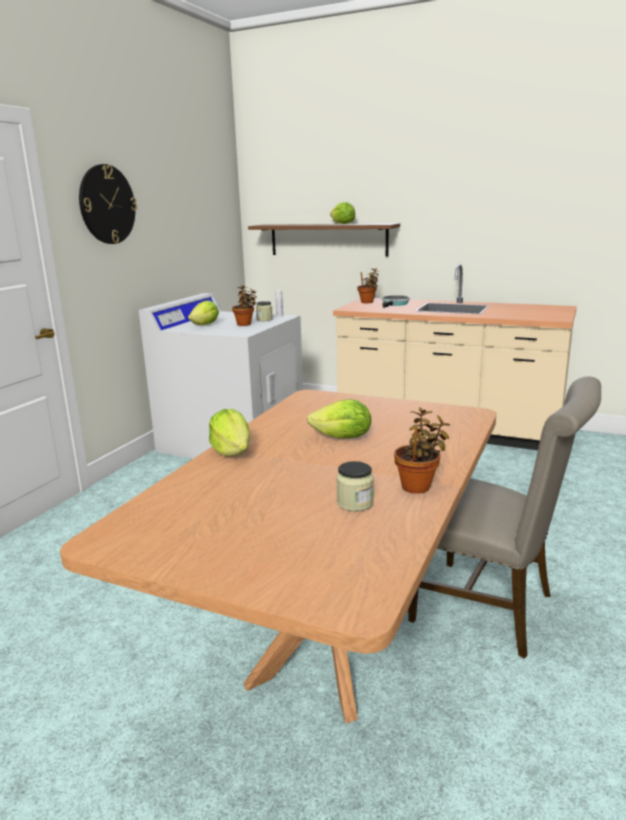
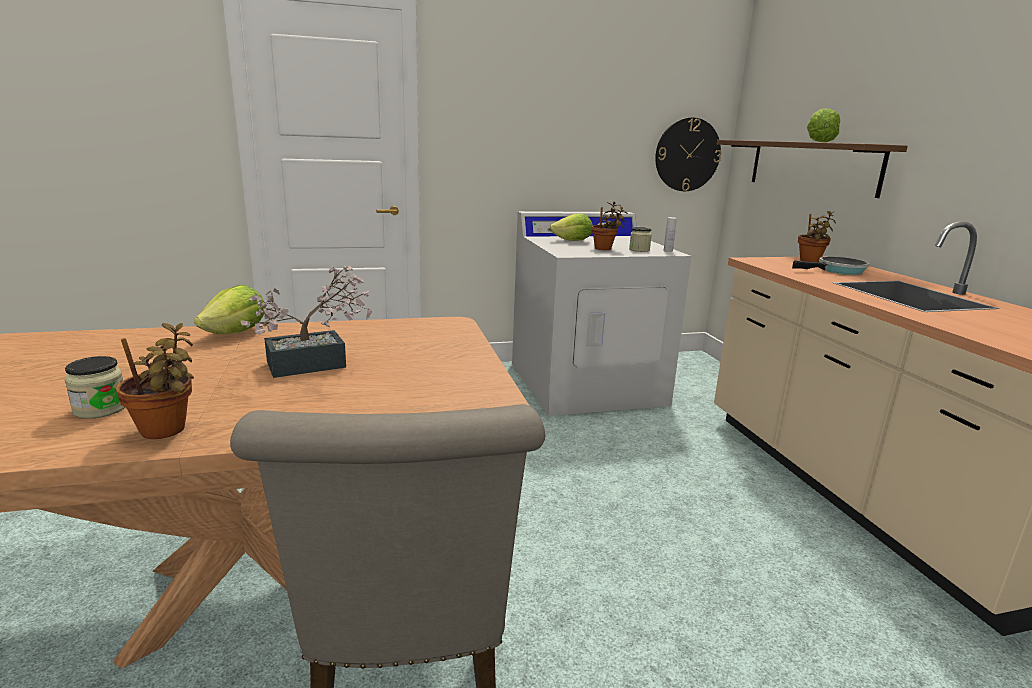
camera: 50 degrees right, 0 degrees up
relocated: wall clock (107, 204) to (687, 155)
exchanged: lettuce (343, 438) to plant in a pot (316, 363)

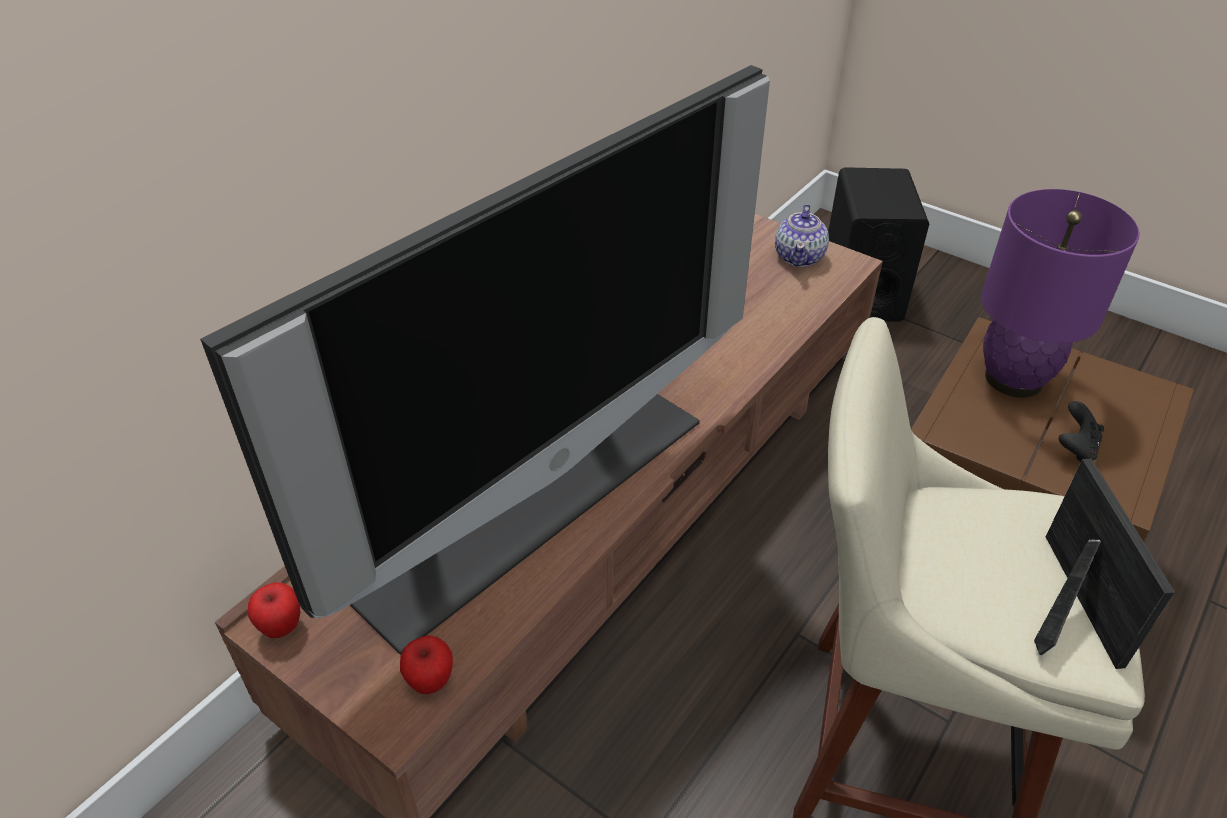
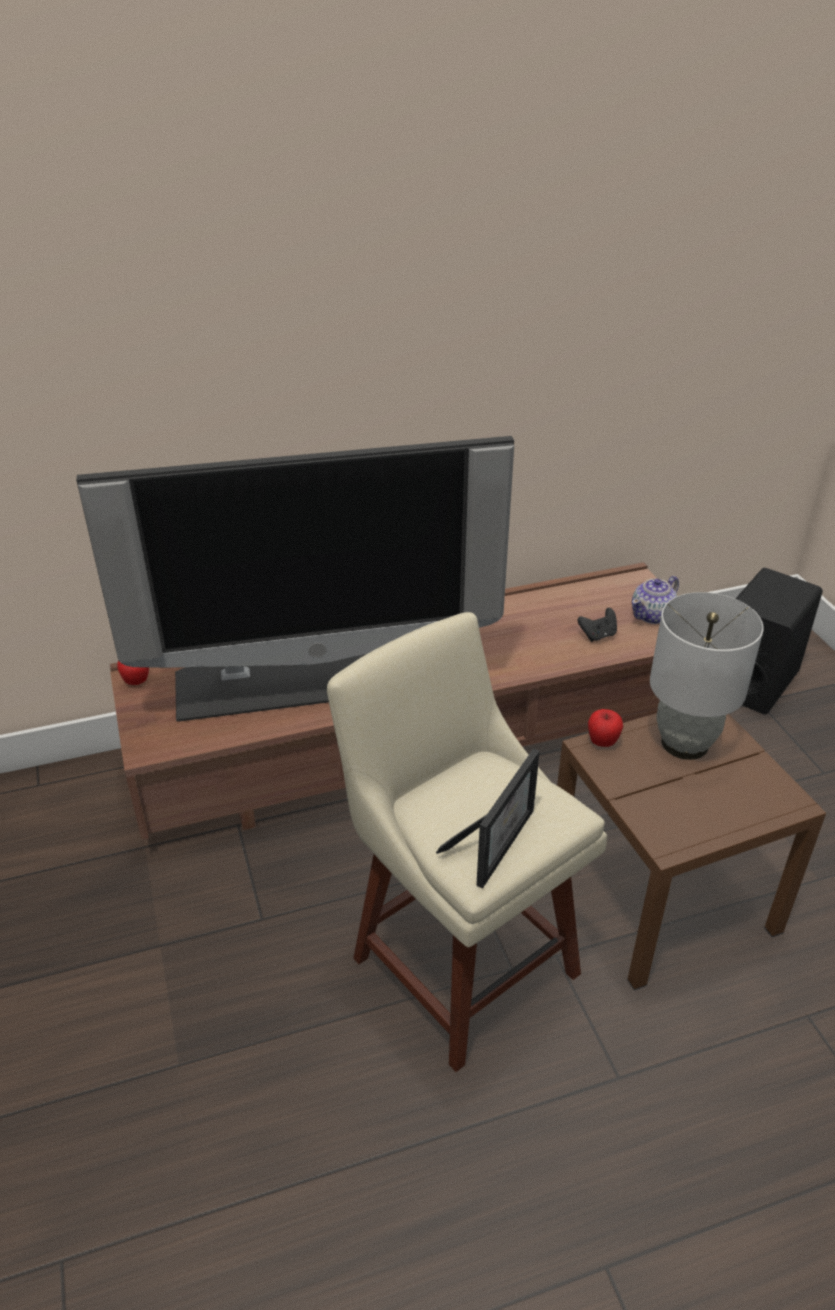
camera: 35 degrees right, 5 degrees down
relocated: whole apple (430, 681) to (602, 742); game controller (blackish) (1075, 448) to (598, 635)
colour: tabletop lamp (purplish) (1013, 379) to tabletop lamp (whitish) (684, 743)

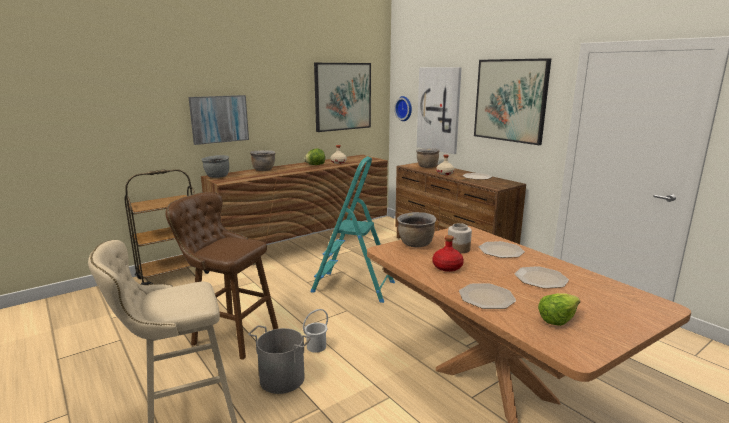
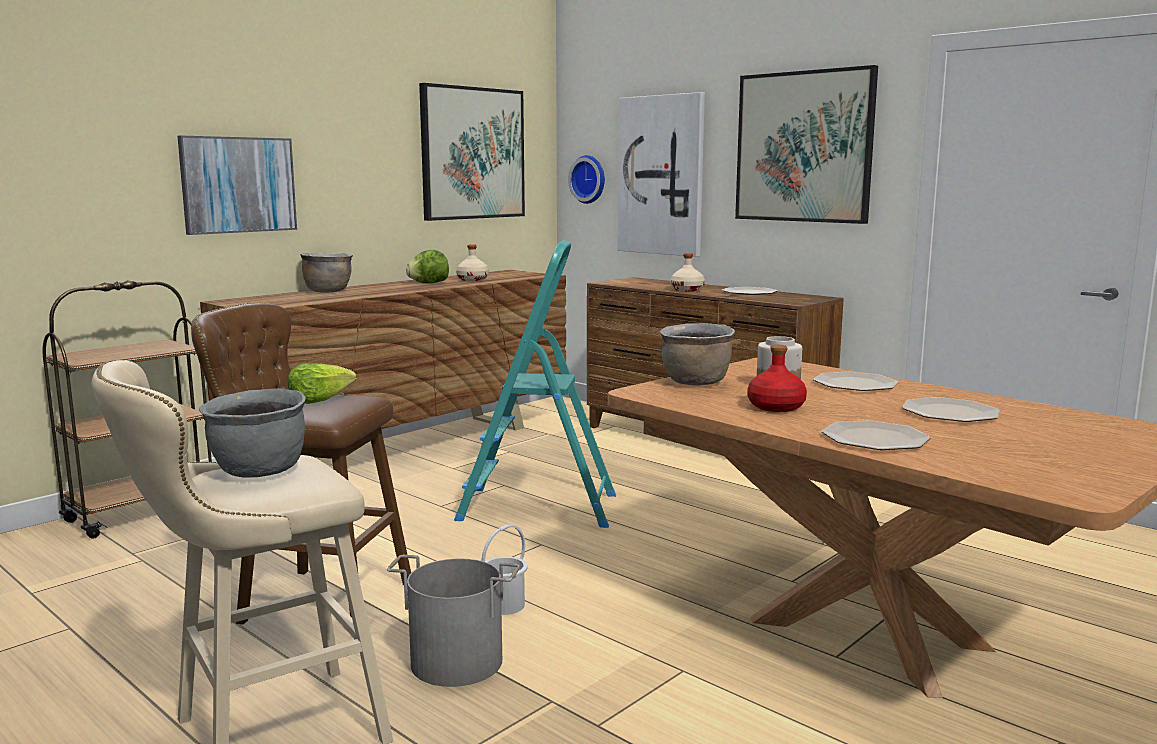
camera: 10 degrees left, 5 degrees down
missing: stockpot (brown) (427, 167)
relocated: stockpot (grey) (217, 177) to (259, 472); lettuce (557, 319) to (320, 400)

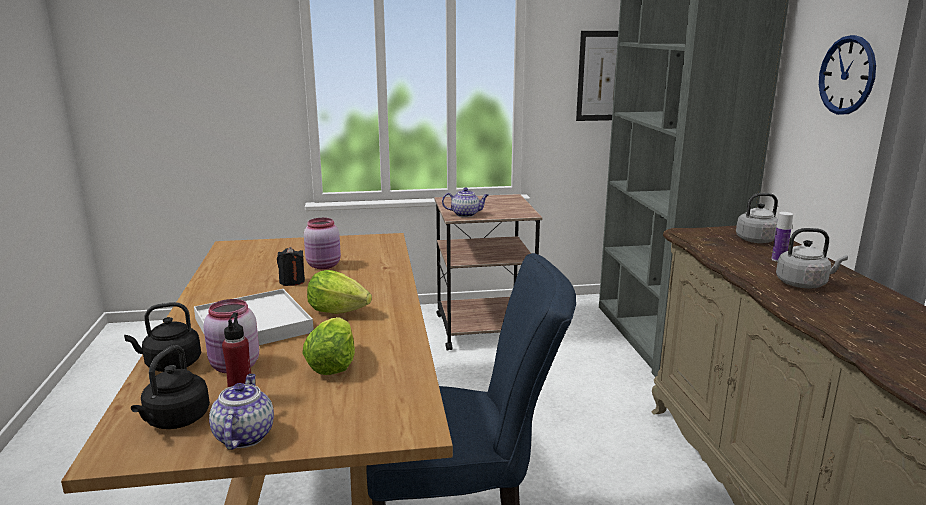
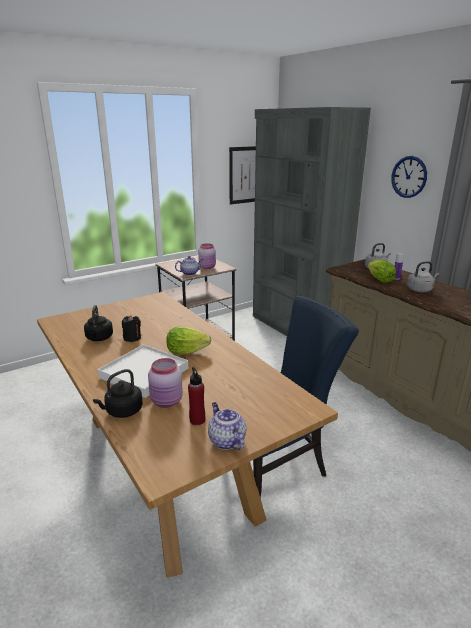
camera: 25 degrees left, 5 degrees up
relocated: tea kettle (blackish) (175, 420) to (99, 338); lettuce (332, 365) to (379, 280); jar (pink) (324, 265) to (208, 267)

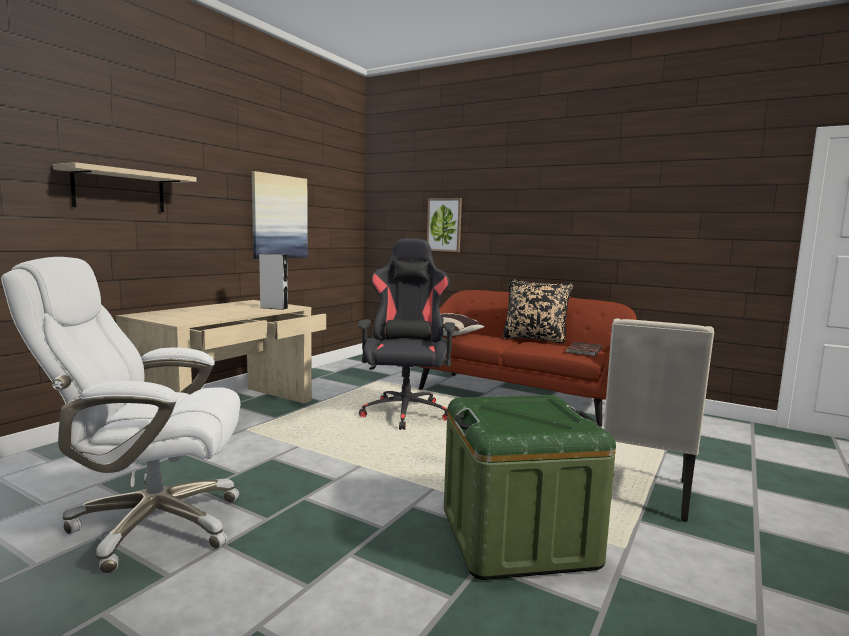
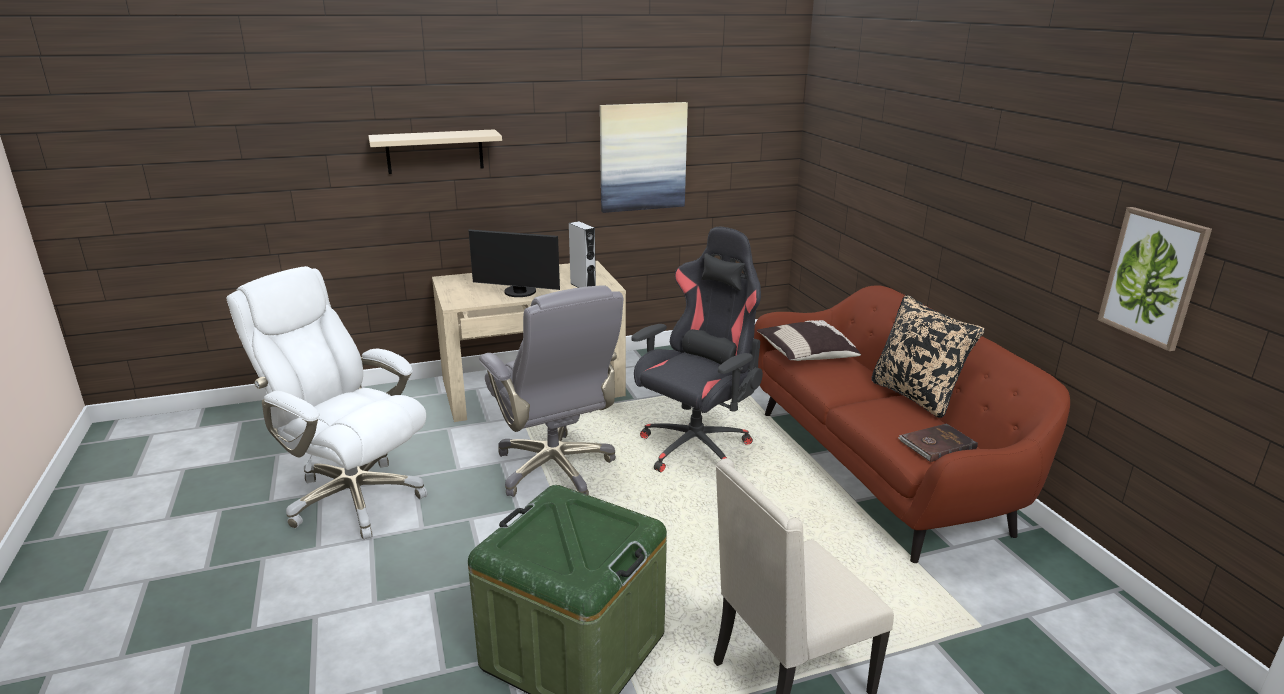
camera: 40 degrees right, 15 degrees up
appeared: computer display (519, 293); computer chair (grey) (555, 472)
relocated: wall picture (444, 225) to (1153, 277)

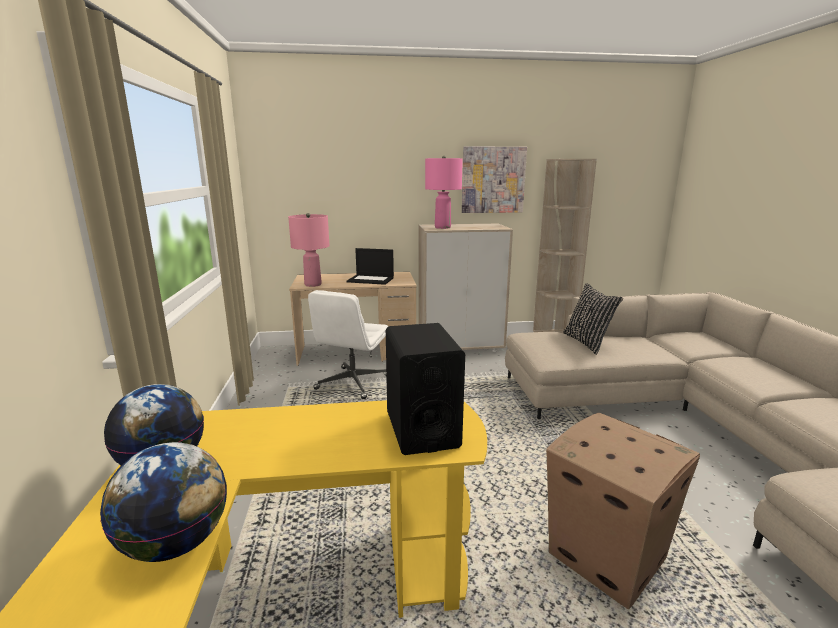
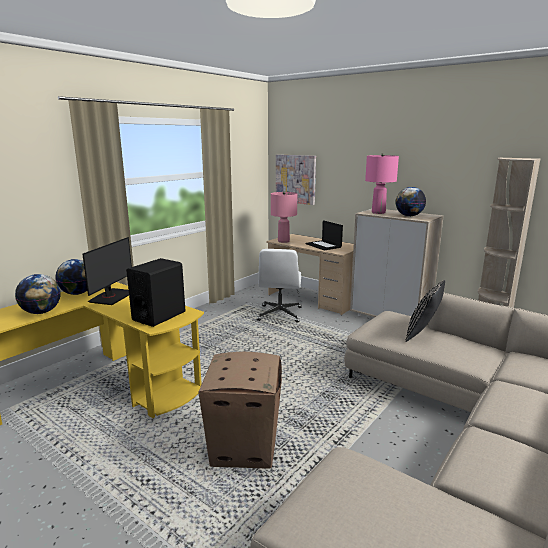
camera: 45 degrees right, 0 degrees up
appeared: computer display (111, 297); globe (409, 216)
relocated: wall picture (493, 180) to (295, 179)
spun: computer chair (whitish) (352, 383) = (280, 314) 60 degrees counterclockwise

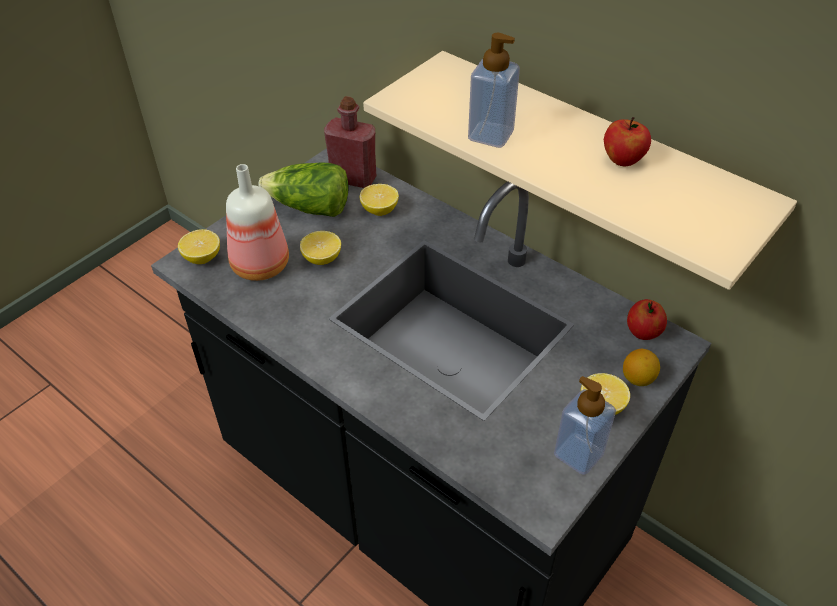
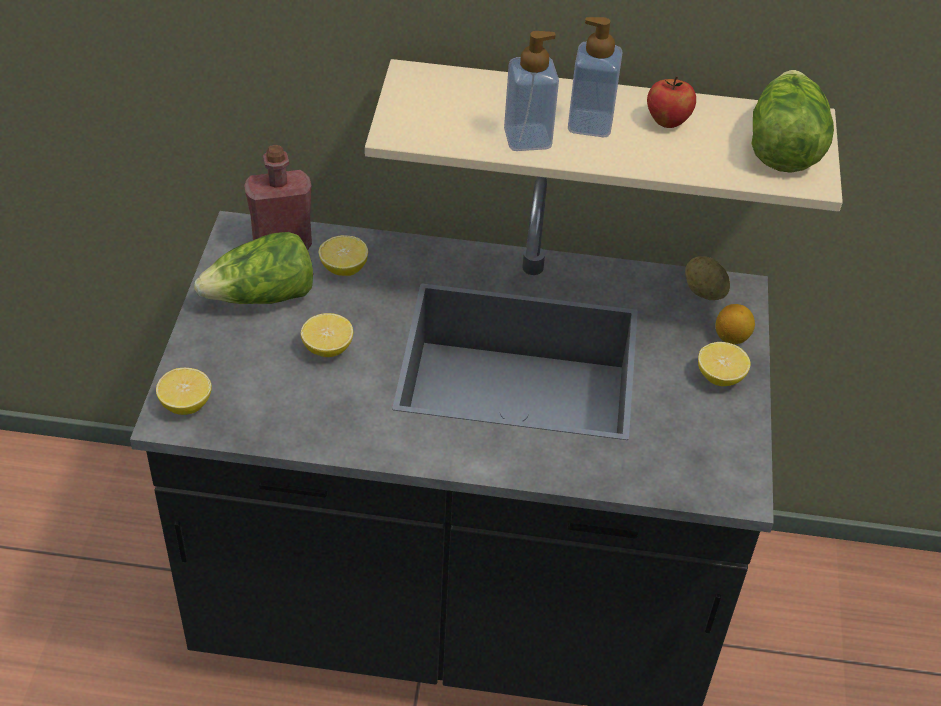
camera: 35 degrees left, 0 degrees up
missing: drink bottle (260, 266)
appeared: lettuce (782, 145)
relocated: soap dispenser (578, 454) to (590, 124)
exchanged: whole apple (643, 333) to spud (704, 292)

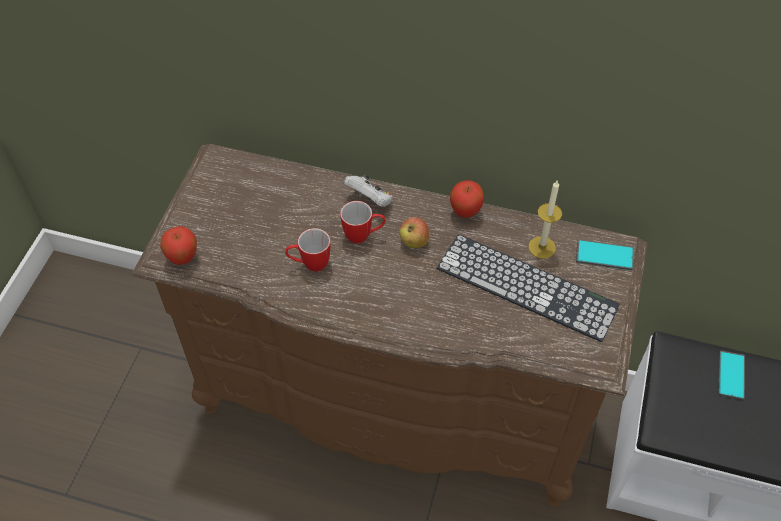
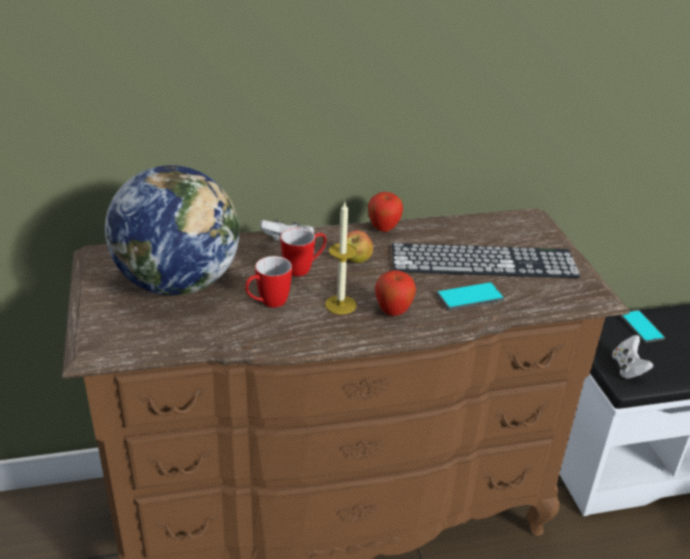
camera: 30 degrees left, 20 degrees down
appeared: globe (179, 283); game controller (whitish) (627, 368)
relocated: whole apple (183, 258) to (393, 312); wax light (542, 247) to (340, 305); telephone (604, 255) to (469, 297)

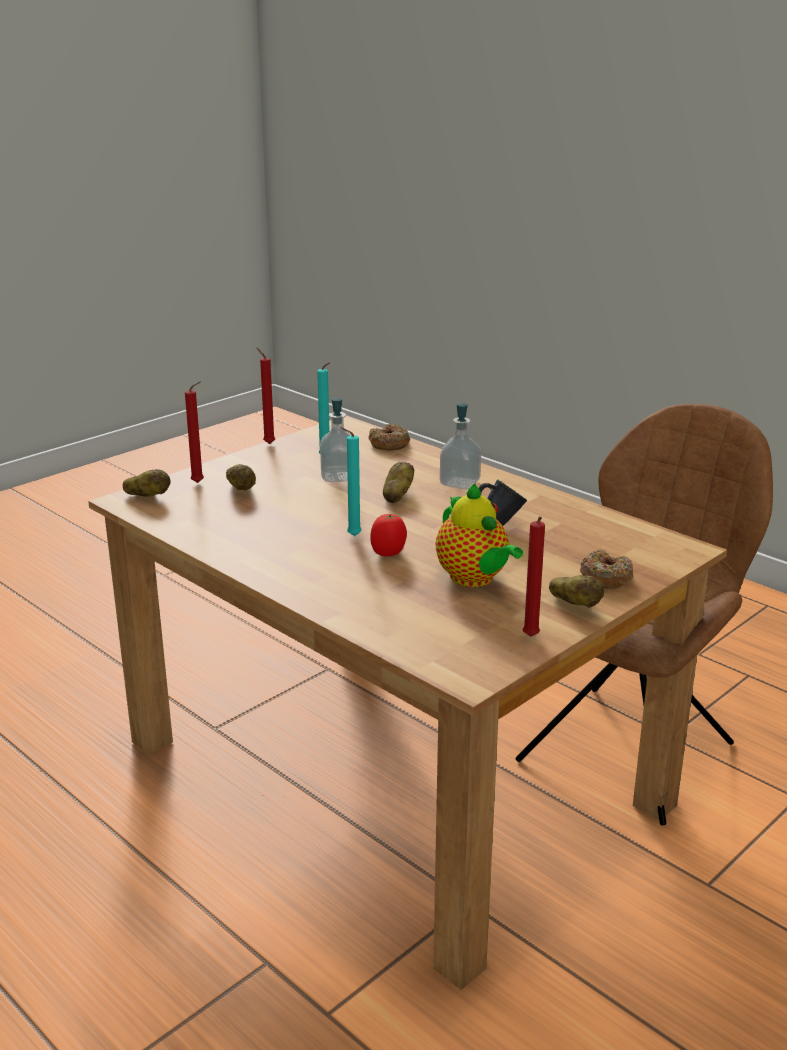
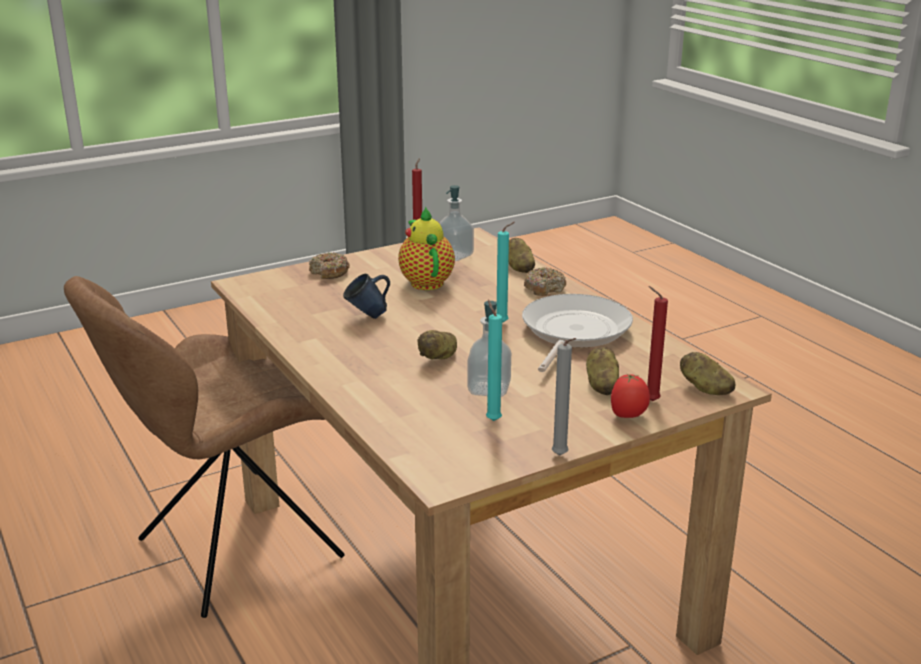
camera: 165 degrees left, 0 degrees up
appeared: skillet (573, 332)
relocated: doughnut (389, 444) to (544, 288); whole tomato (388, 553) to (628, 416); soap dispenser (459, 483) to (454, 256); spud (575, 605) to (518, 267)
colour: wax light (red-coloured) (268, 443) to wax light (grey) (561, 456)

